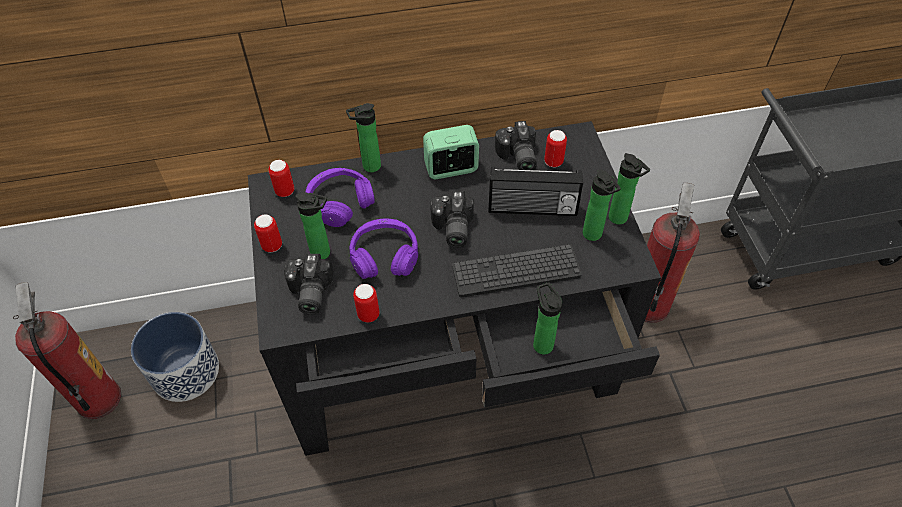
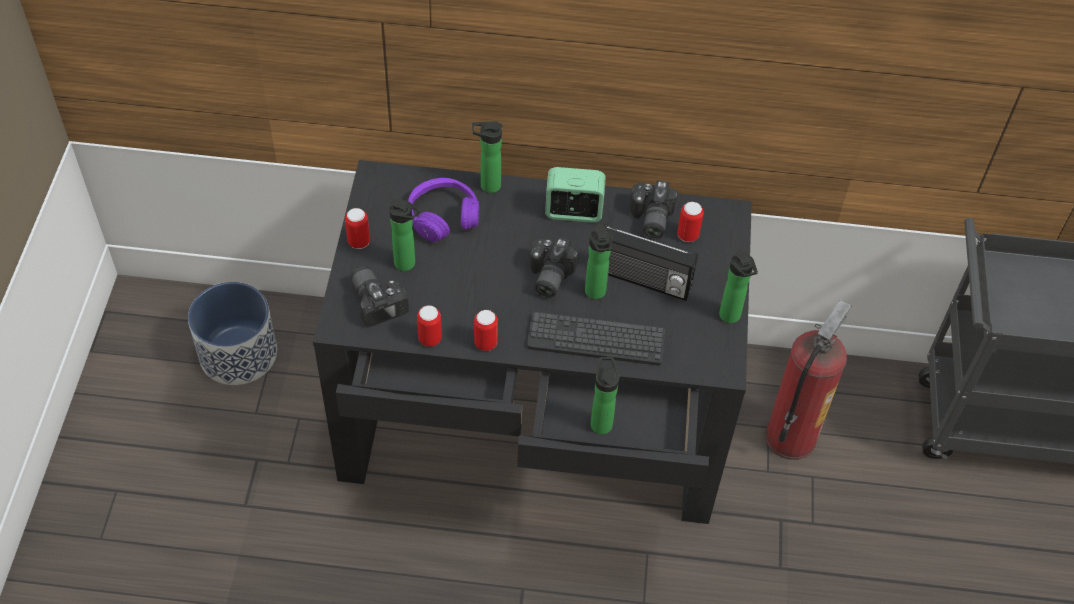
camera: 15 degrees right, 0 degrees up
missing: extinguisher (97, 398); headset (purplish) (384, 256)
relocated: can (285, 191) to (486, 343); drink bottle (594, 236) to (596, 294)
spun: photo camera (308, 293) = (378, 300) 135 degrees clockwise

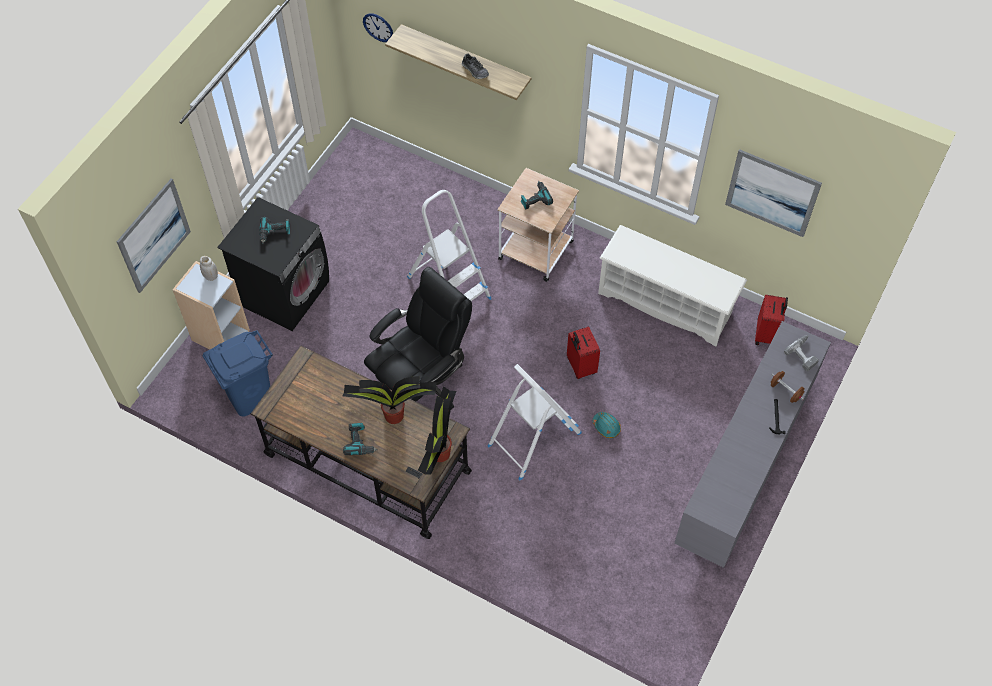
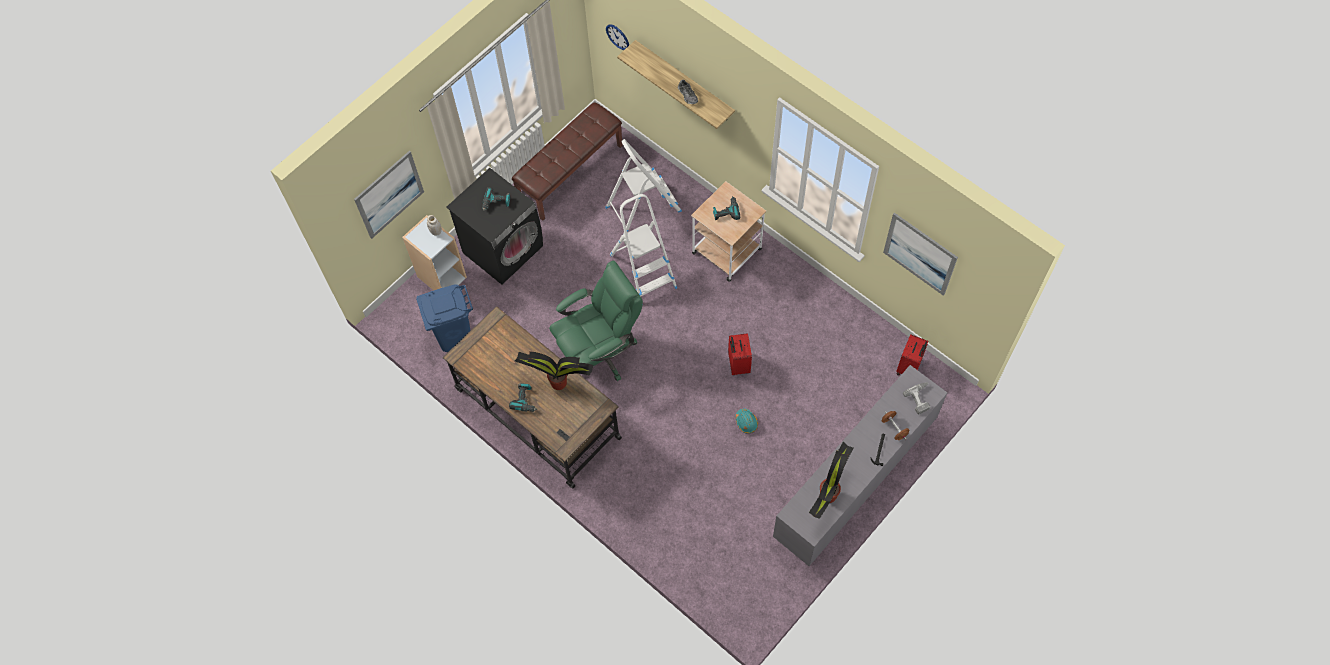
camera: 15 degrees right, 5 degrees up
missing: shoe shelf (whitish) (666, 303)
appeared: indoor bench (brown) (570, 172)
relocated: plant in a pot (440, 454) to (827, 496); stepladder (whitish) (535, 438) to (644, 208)
colour: computer chair (blackish) (421, 382) to computer chair (green) (599, 351)

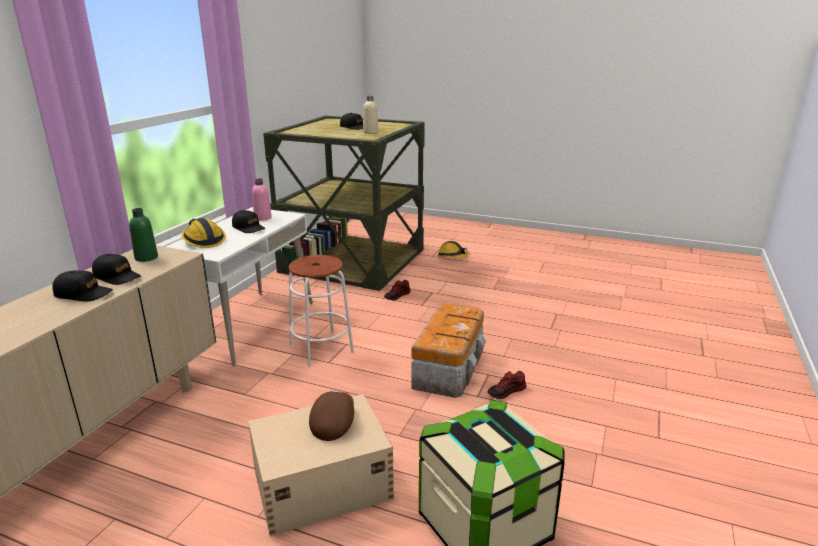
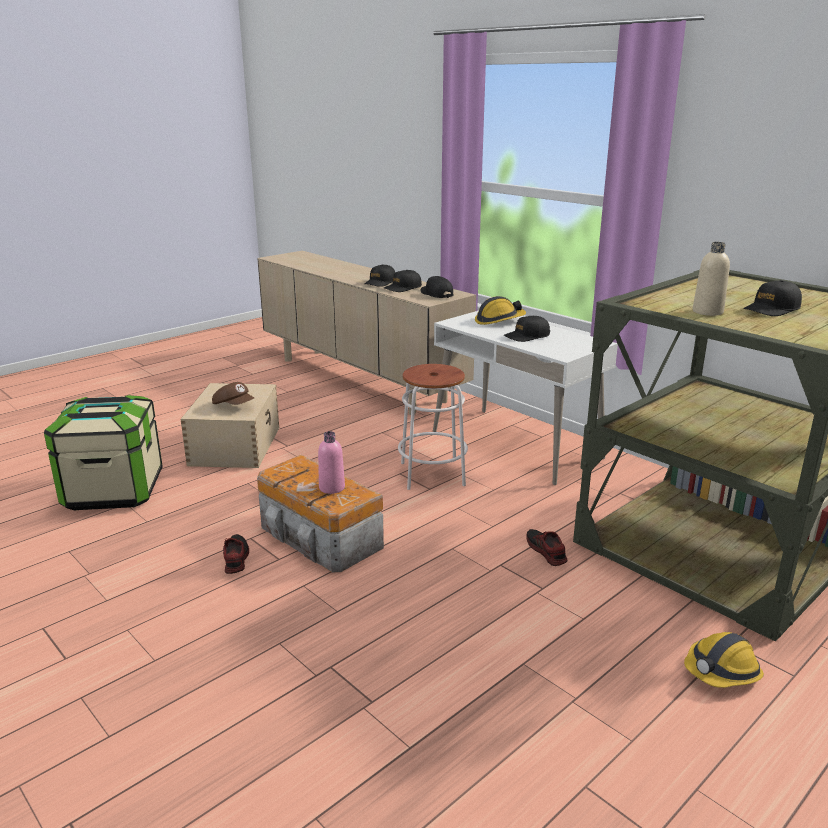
camera: 115 degrees right, 0 degrees up
relocated: drink bottle (pink) (262, 218) to (332, 488)
exchanged: drink bottle (green) (146, 258) to baseball cap (blackish) (436, 294)

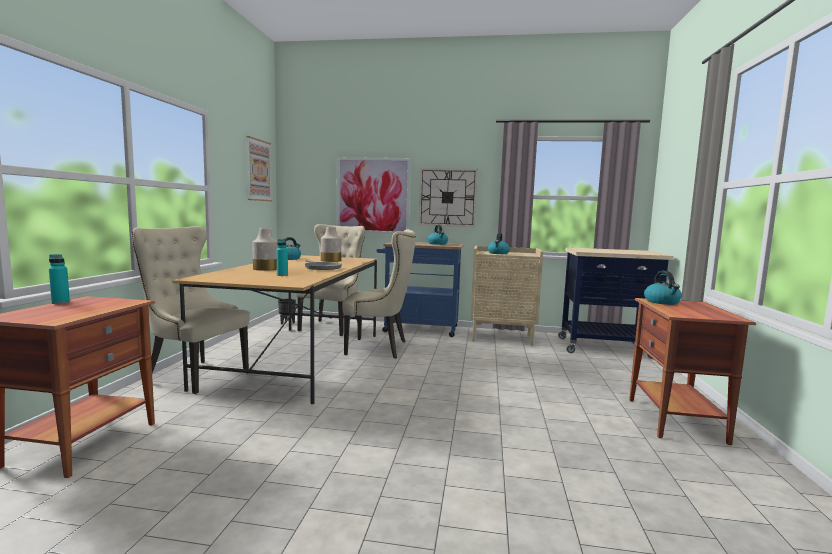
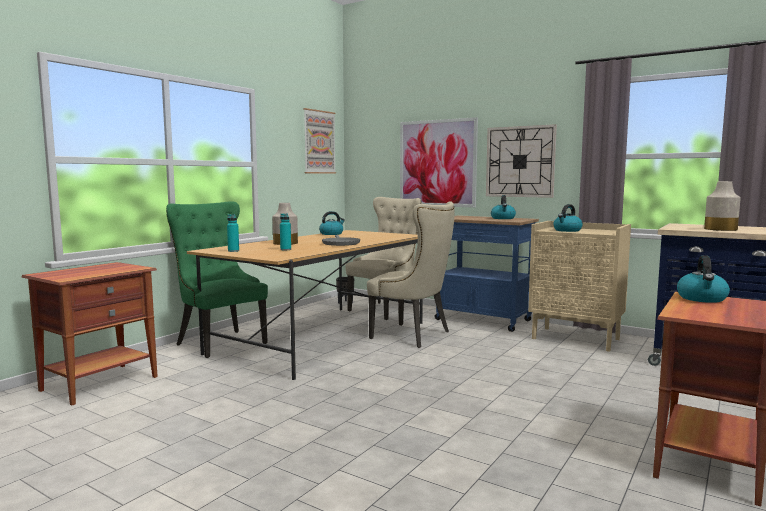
camera: 25 degrees right, 0 degrees up
relocated: drink bottle (blue-green) (60, 302) to (233, 251); vase (beige) (331, 260) to (721, 229)
colour: plain chair (beige) (196, 376) to plain chair (green) (220, 343)

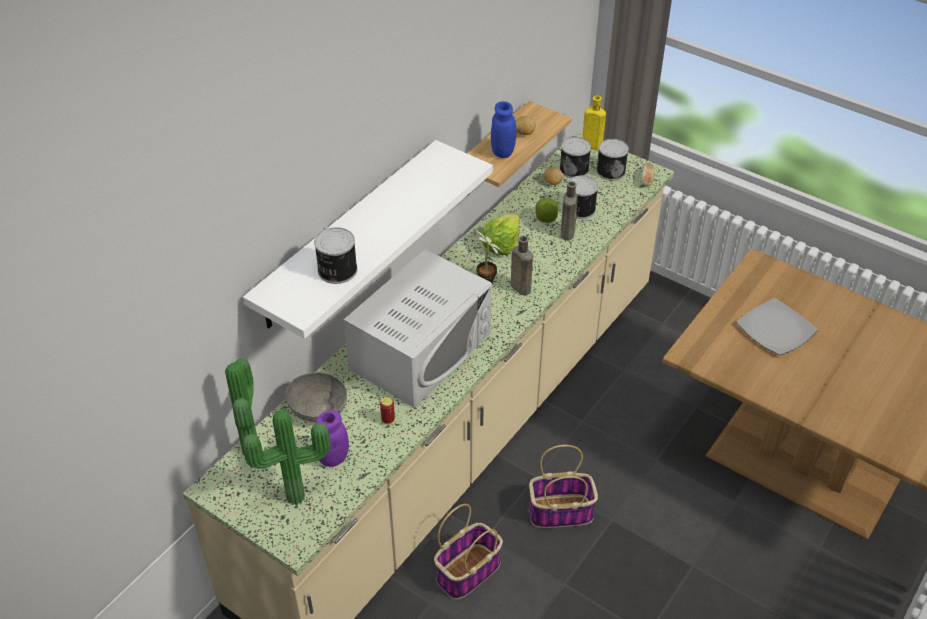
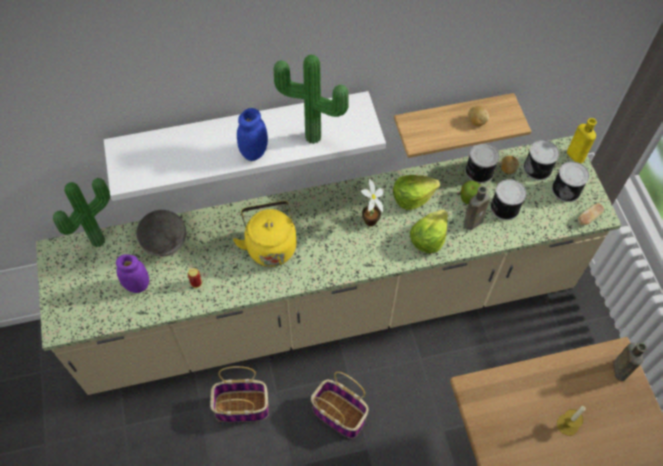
camera: 40 degrees right, 15 degrees up
appeared: lettuce (428, 238)
relocated: plant in a pot (297, 500) to (312, 139); can (336, 270) to (478, 171); jar (blue) (502, 152) to (254, 152); drink bottle (brown) (519, 287) to (619, 368)
exchanged: kitchen microwave (whitish) (421, 350) to tea kettle (yellowish) (270, 245); dinner plate (776, 329) to wax light (567, 424)

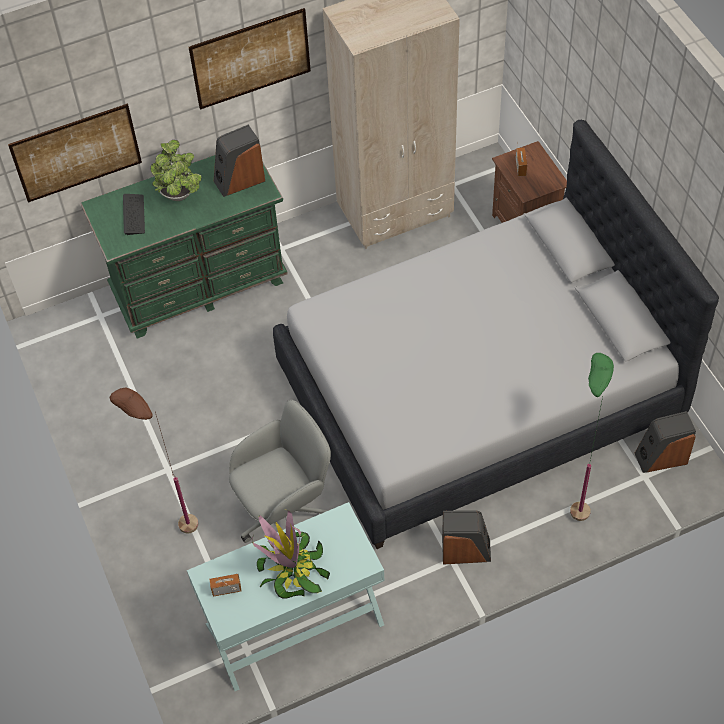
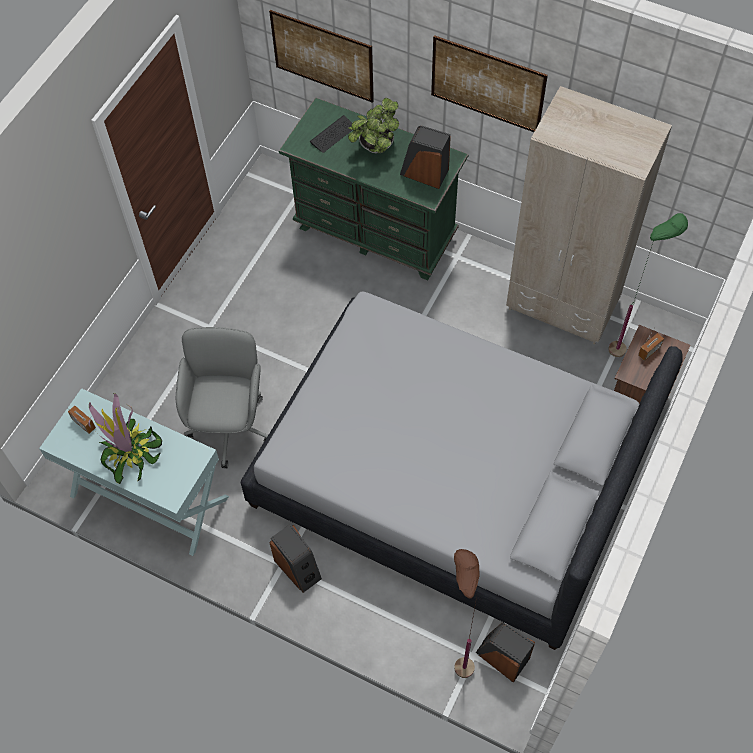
camera: 50 degrees right, 5 degrees up
relocated: floor lamp (brown) (173, 521) to (458, 653); floor lamp (green) (578, 499) to (627, 344)
spun: computer chair (grey) (286, 517) = (230, 428) 105 degrees counterclockwise

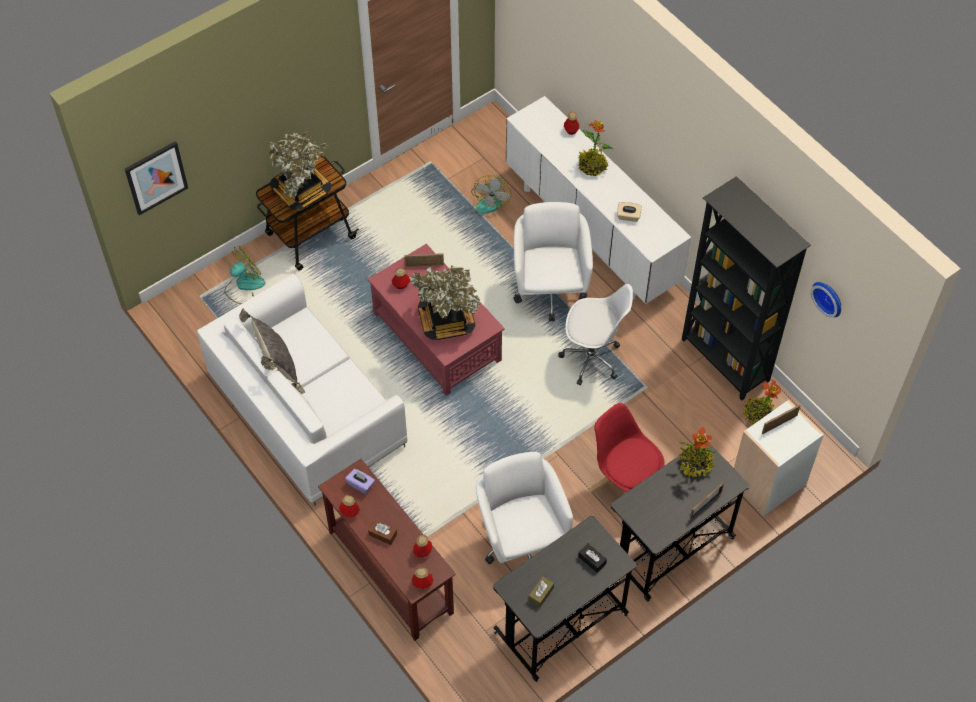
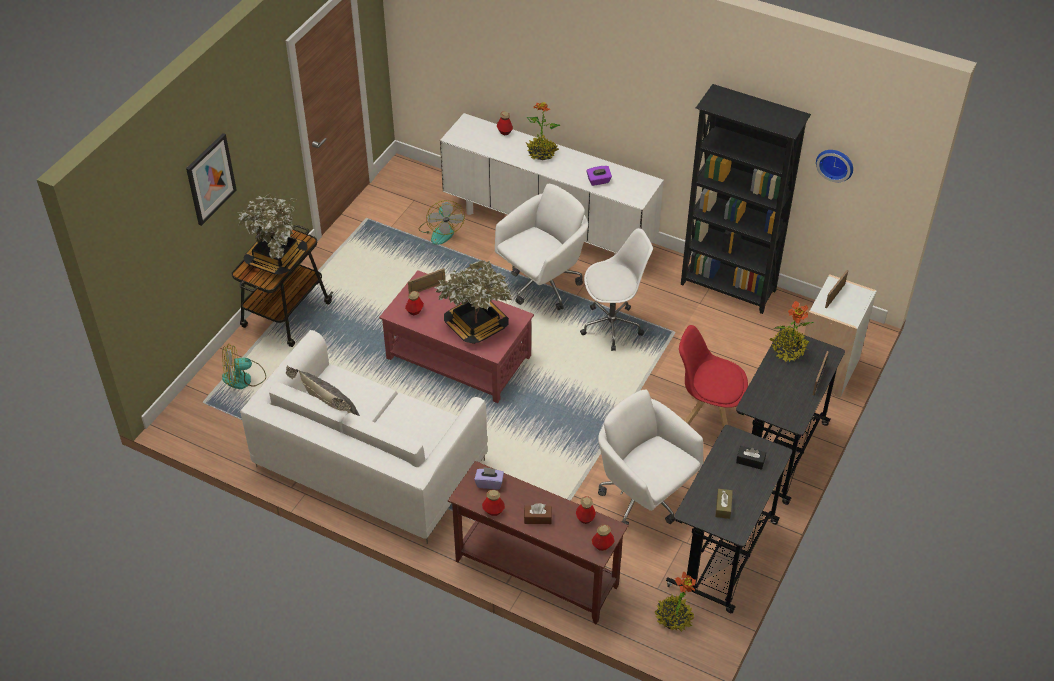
camera: 25 degrees left, 10 degrees down
relocated: wall picture (156, 177) to (210, 179); plant in a pot (758, 415) to (673, 618)
colour: tissue holder (beige) (628, 216) to tissue holder (purplish) (598, 181)
spun: cooling fan (244, 286) = (244, 378) 135 degrees counterclockwise; computer chair (whitish) (550, 294) = (542, 288) 75 degrees clockwise

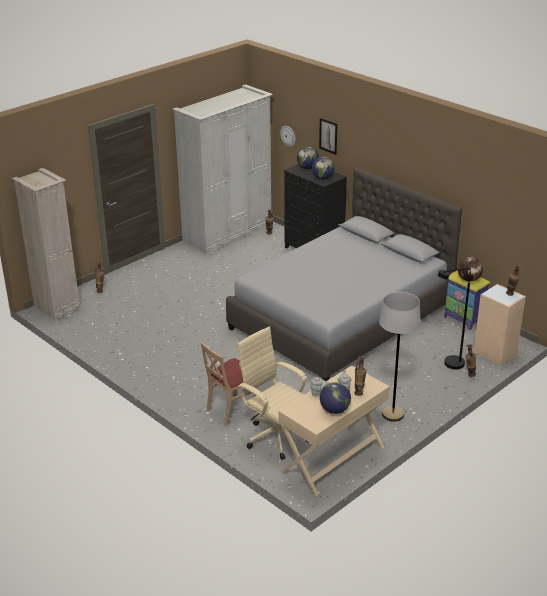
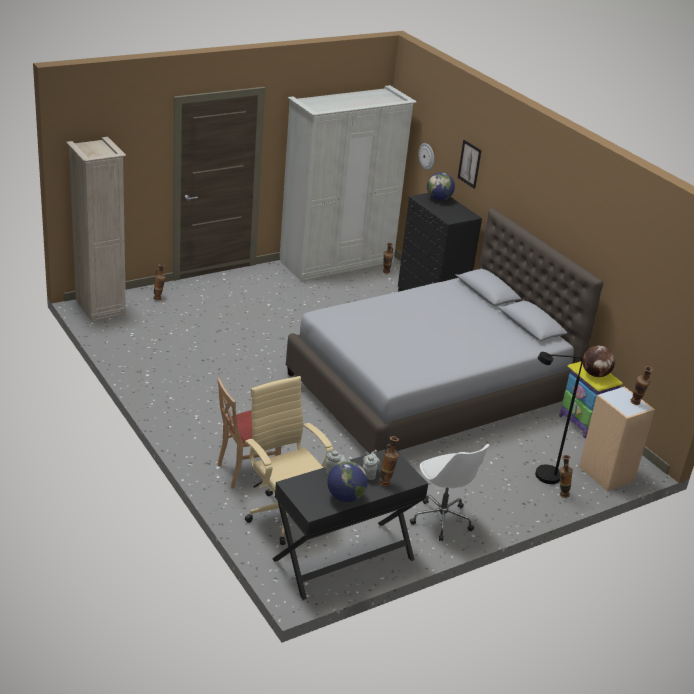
camera: 10 degrees right, 0 degrees up
missing: globe (322, 178)
exchanged: floor lamp (grey) (393, 414) to computer chair (whitish) (442, 521)
colour: desk table (beige) (333, 459) to desk table (blackish) (344, 559)

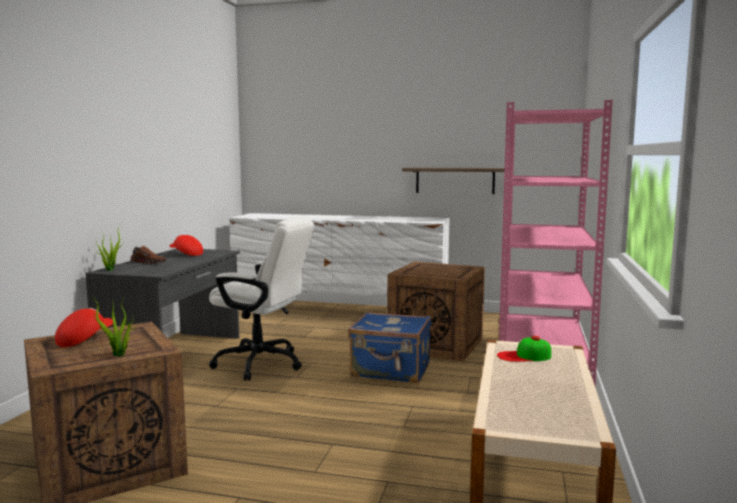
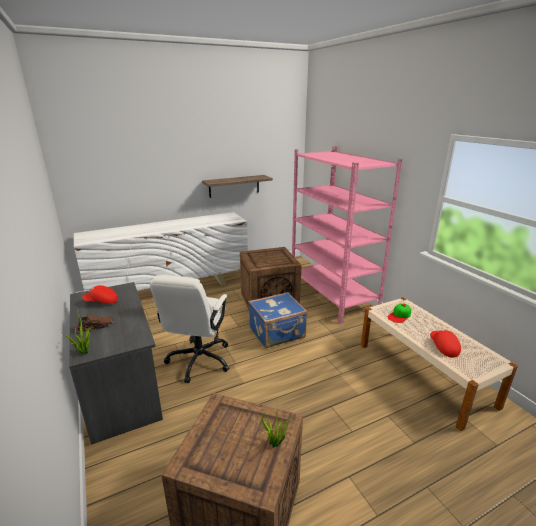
camera: 40 degrees left, 15 degrees up
relocated: baseball cap (red-coloured) (84, 339) to (443, 348)
spun: computer chair (whitish) (263, 364) = (198, 362) 120 degrees clockwise

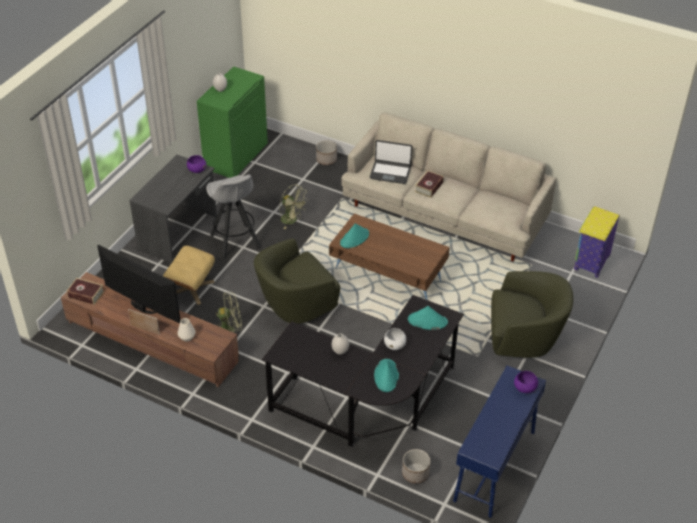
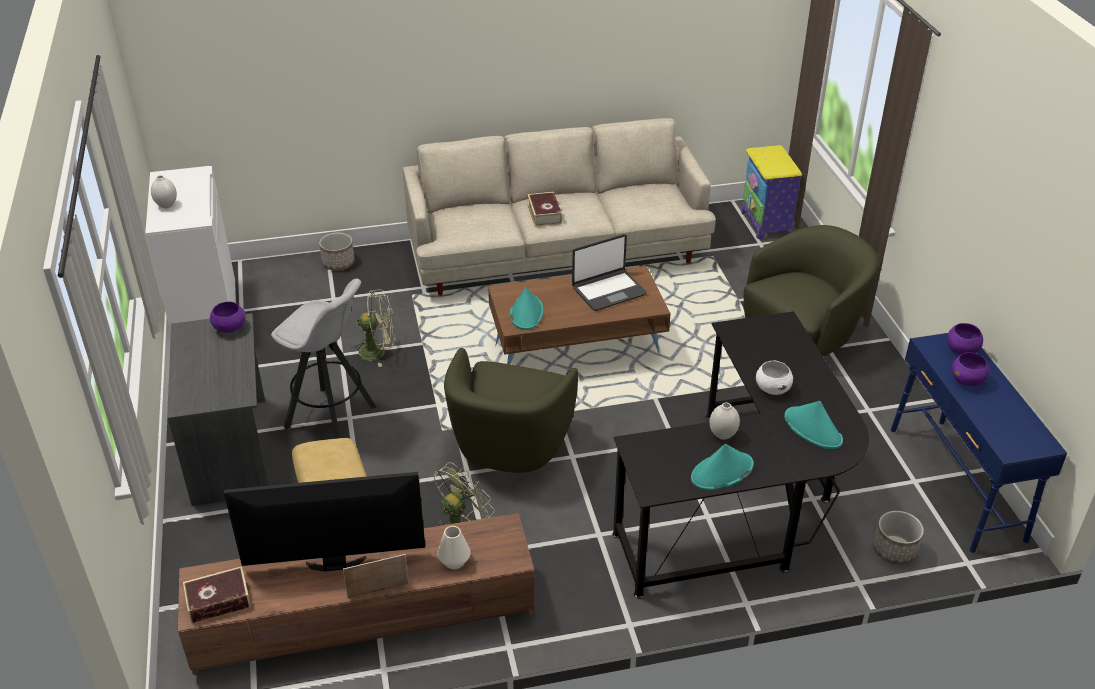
camera: 40 degrees left, 5 degrees down
appeared: deep dish (purplish) (967, 381)
relocated: portable computer (390, 172) to (608, 291); clothing hat (blue-green) (427, 321) to (721, 472)
colour: cabinet (green) (235, 156) to cabinet (whitish) (205, 316)

